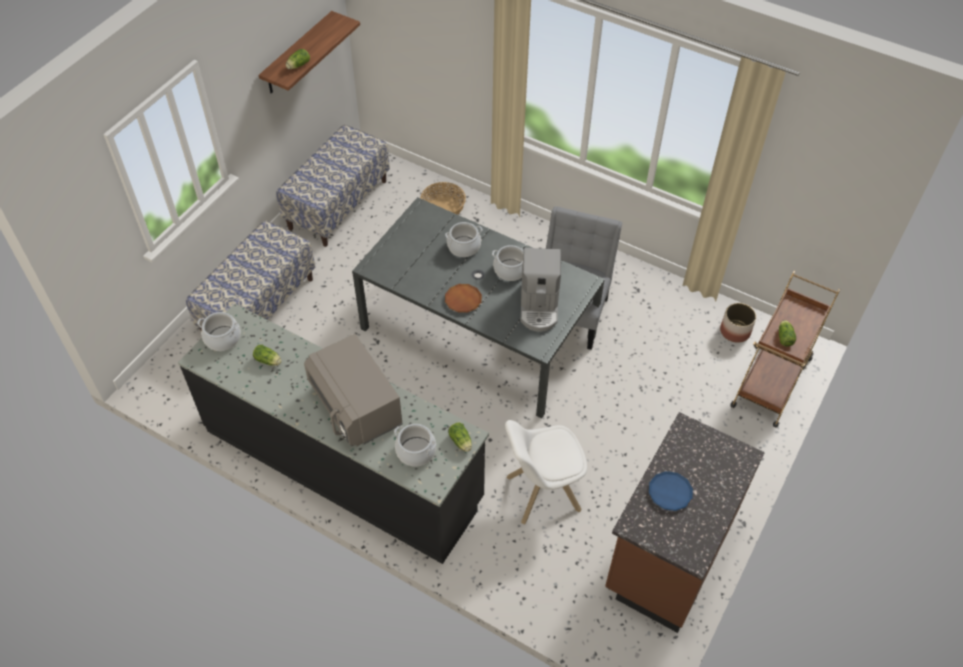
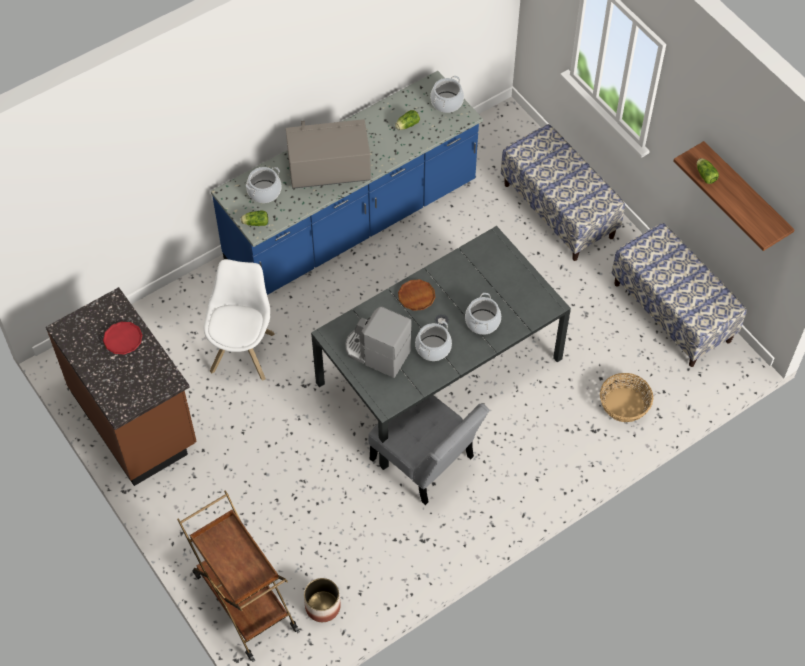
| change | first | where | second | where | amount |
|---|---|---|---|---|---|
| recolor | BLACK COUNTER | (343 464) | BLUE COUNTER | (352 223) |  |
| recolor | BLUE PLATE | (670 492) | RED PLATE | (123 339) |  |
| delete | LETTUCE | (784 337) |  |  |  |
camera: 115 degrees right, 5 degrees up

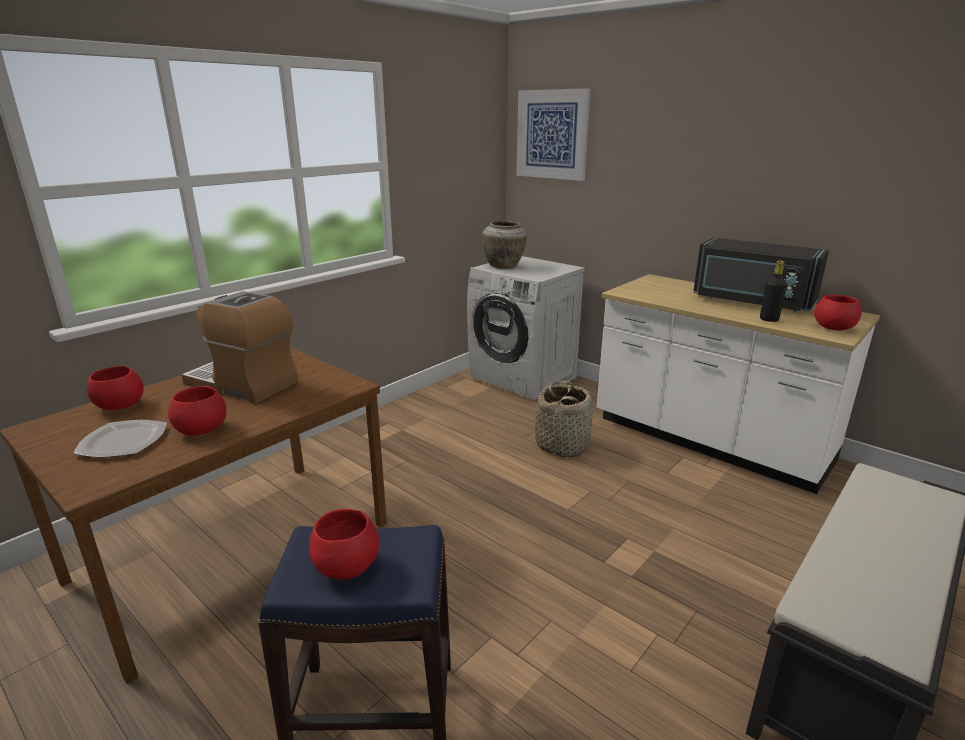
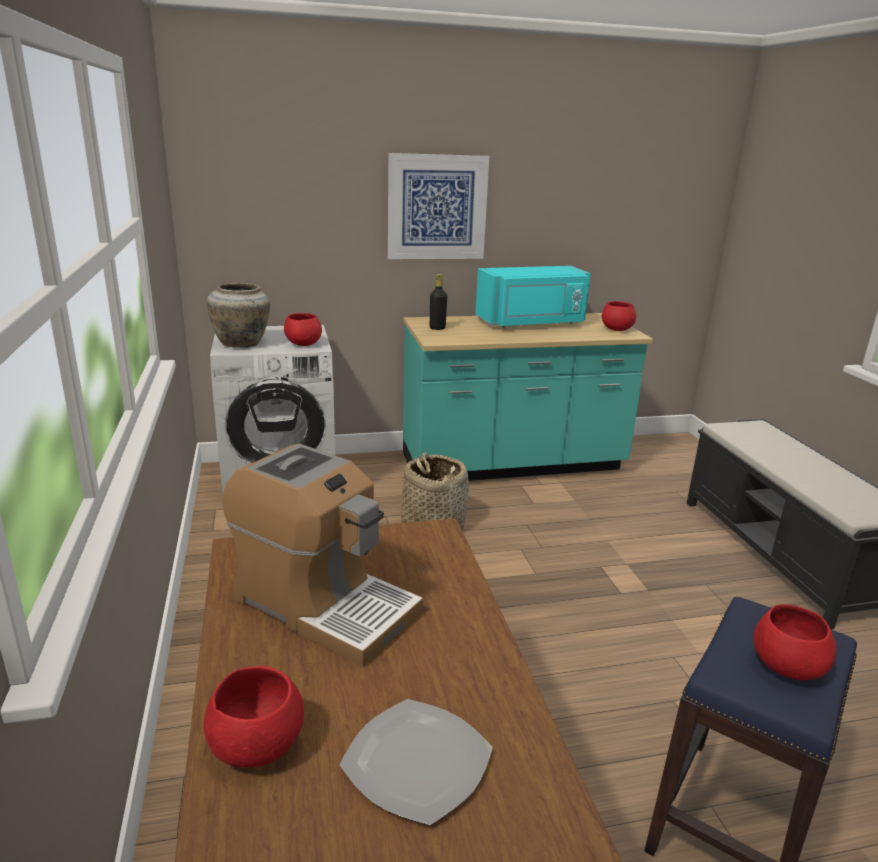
| change | first | where | second | where | amount |
|---|---|---|---|---|---|
| move | RED BOWL | (202 430) |  | (304 344) |  |
| rotate | COFFEE MACHINE | (243 384) |  | (324 605) | 120 degrees counterclockwise |
| move | PICTURE | (552 134) |  | (437 207) |  |
| recolor | WHITE COUNTER | (709 441) | TURQUOISE COUNTER | (512 464) |  |
| recolor | BLACK MICROWAVE | (751 302) | TURQUOISE MICROWAVE | (532 323) |  |
| move | BLACK BOTTLE | (769 319) |  | (437 328) |  |
camera: 55 degrees left, 0 degrees up

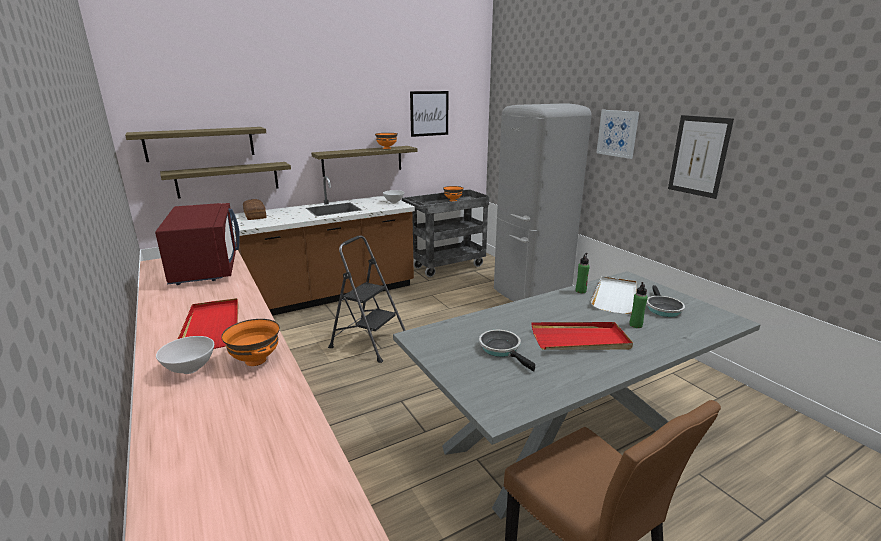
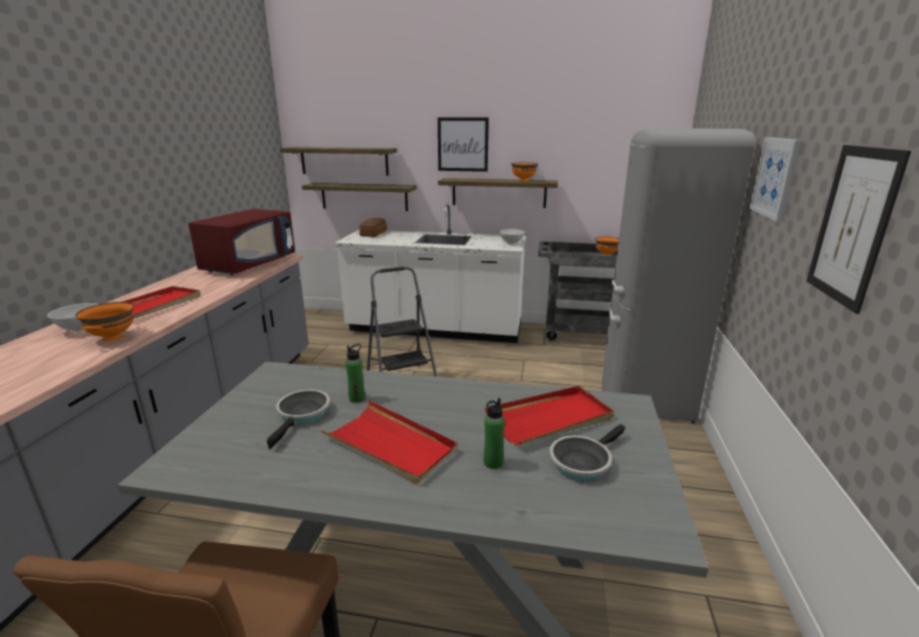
| change | first | where | second | where | amount |
|---|---|---|---|---|---|
| recolor | BROWN COUNTER | (331 295) | WHITE COUNTER | (435 329) |  |
| move | PICTURE | (429 113) |  | (463 144) |  |
| move | GREEN BOTTLE | (580 291) |  | (357 398) |  |
| recolor | WHITE TRAY | (615 297) | RED TRAY | (550 419) |  |
camera: 40 degrees right, 0 degrees up

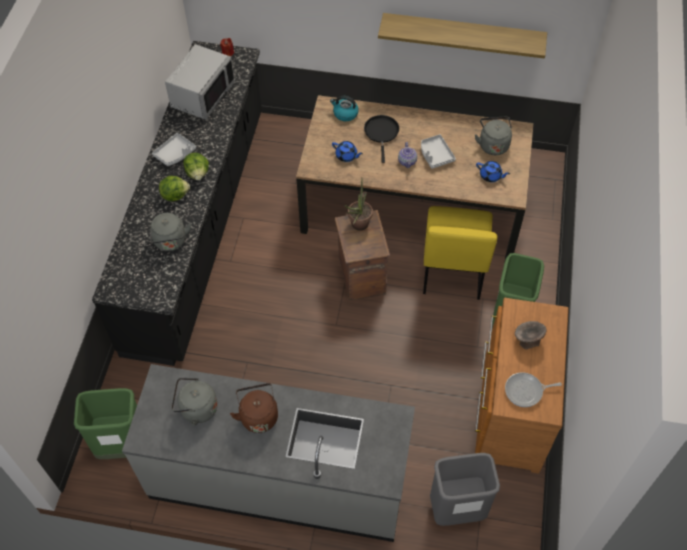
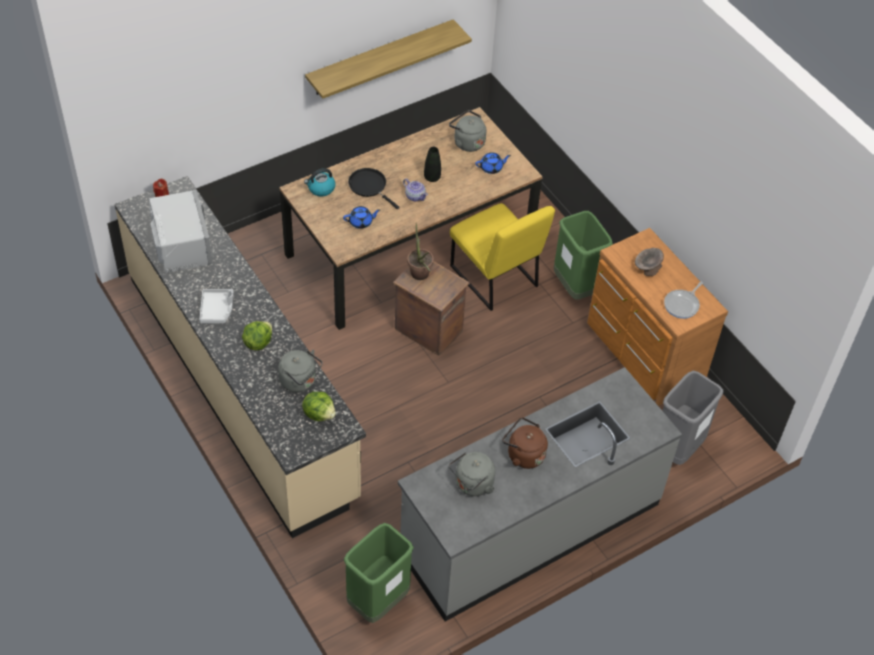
| change | first | where | second | where | amount |
|---|---|---|---|---|---|
| recolor | BLACK COUNTER | (198 227) | BEIGE COUNTER | (241 385) |  |
| move | LETTUCE | (197 173) |  | (319 414) |  |
| replace | GREY TRAY | (435 155) | BLACK VASE | (432 178) |  |
camera: 45 degrees left, 5 degrees down

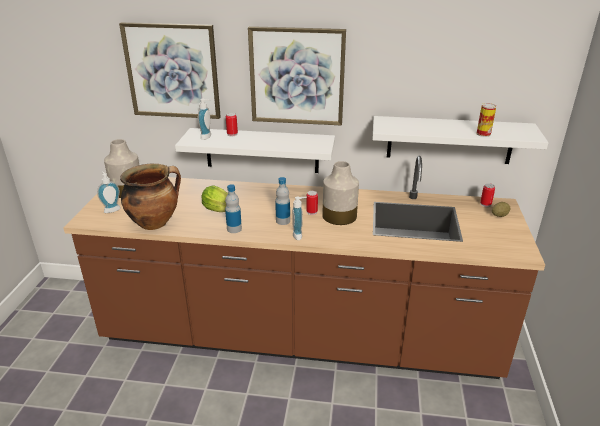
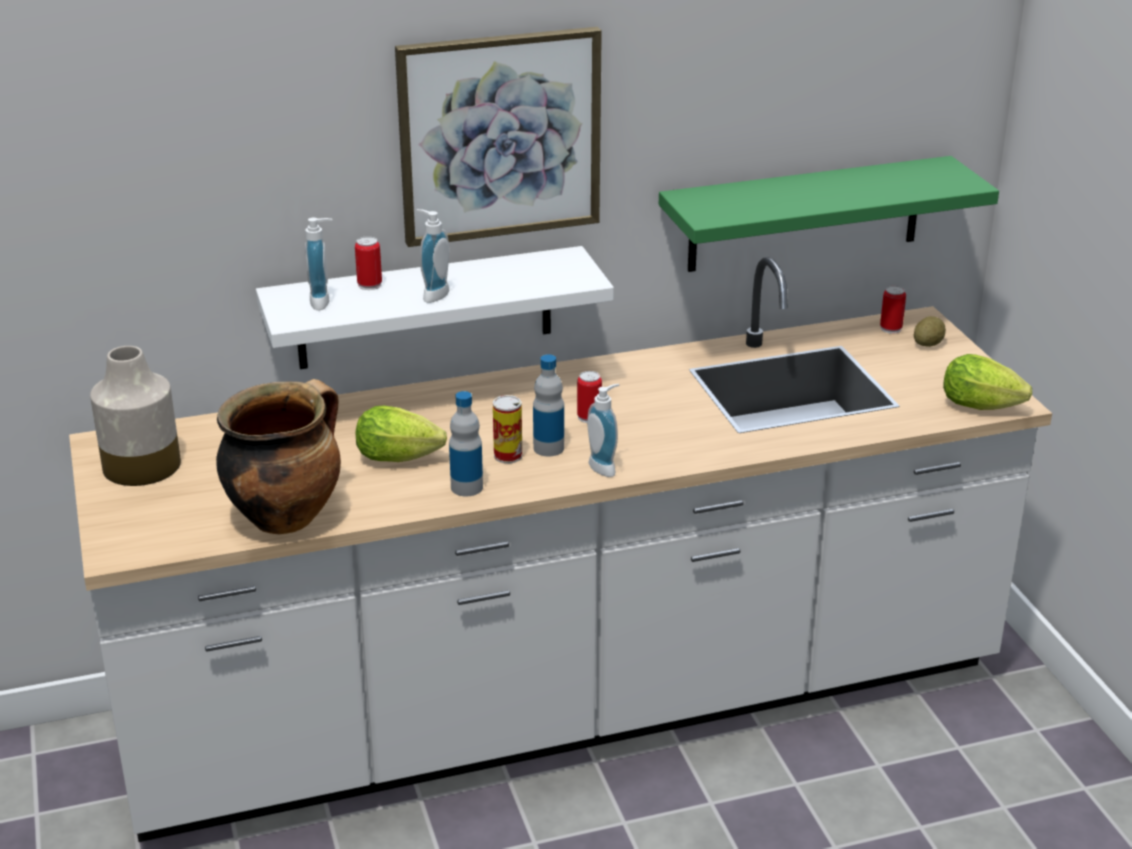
| change | first | where | second | where | amount |
|---|---|---|---|---|---|
| recolor | BROWN COUNTER | (300 336) | WHITE COUNTER | (565 704) |  |
| move | SOAP DISPENSER | (111 209) |  | (432 294) |  |
| delete | PICTURE | (172 71) |  |  |  |
| delete | BEIGE VASE | (339 216) |  |  |  |
| recolor | WHITE SHELF | (449 140) | GREEN SHELF | (805 214) |  |
| move | CAN | (483 134) |  | (508 455) |  |
| insert |  |  | LETTUCE | (985 407) |  |
camera: 25 degrees left, 0 degrees up

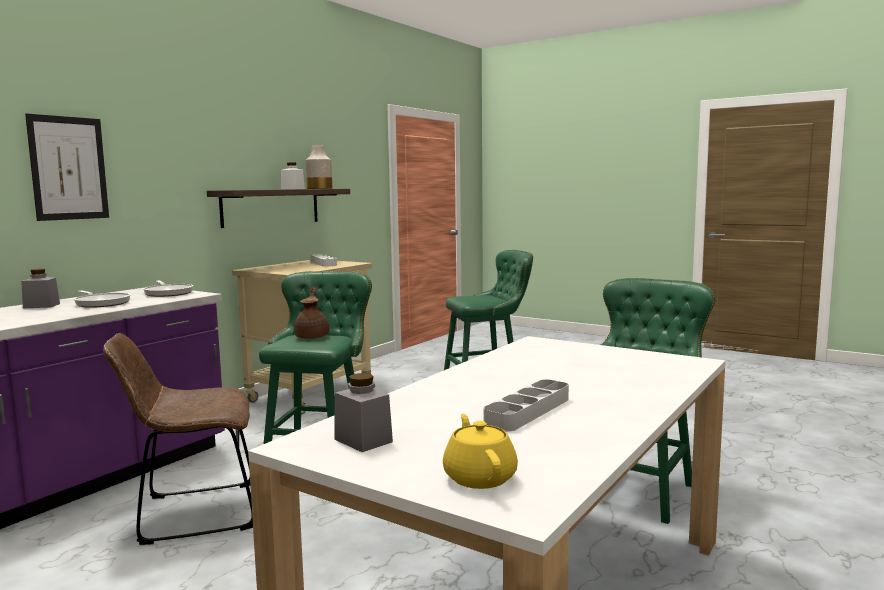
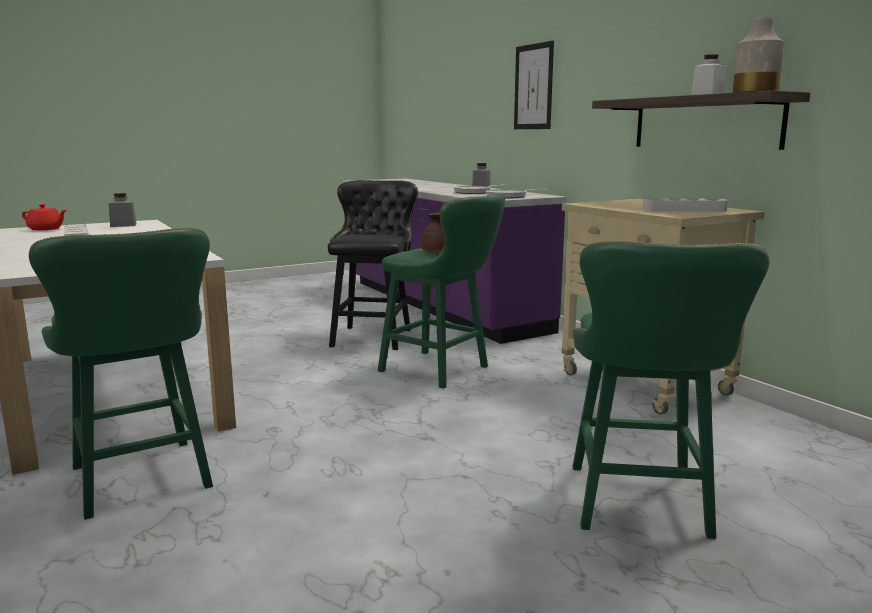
| change | first | where | second | where | amount |
|---|---|---|---|---|---|
| replace | BROWN CHAIR | (192 514) | BLACK STOOL | (374 334) |  |
| recolor | YELLOW TEAPOT | (480 477) | RED TEAPOT | (46 229) |  |
camera: 115 degrees right, 5 degrees up

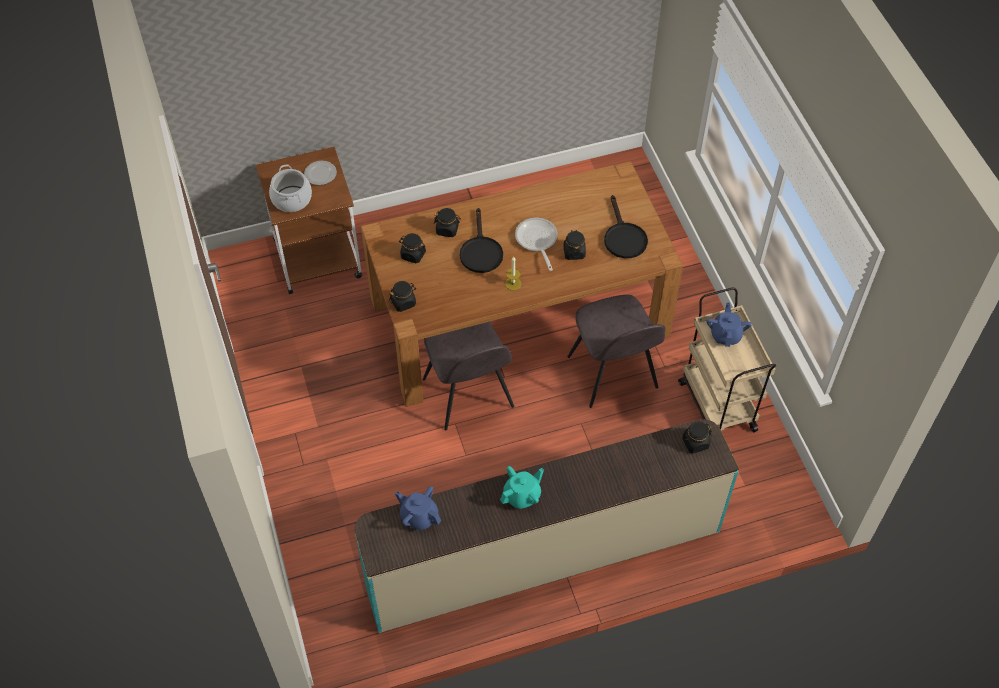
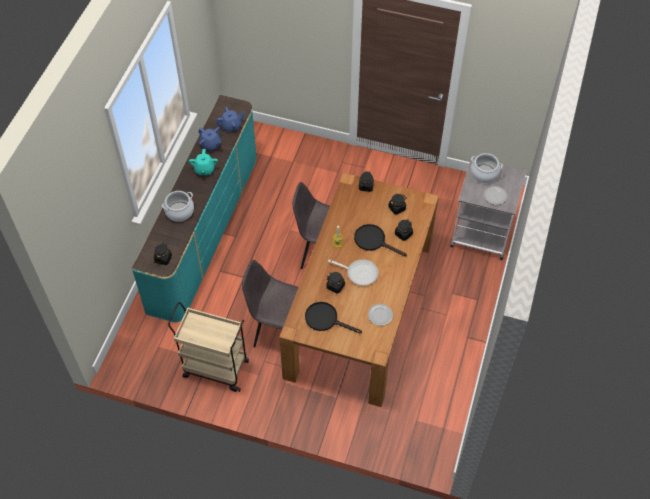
| change | first | where | second | where | amount |
|---|---|---|---|---|---|
| recolor | BROWN CART | (319 257) | GREY CART | (481 234) |  |
| move | BLUE TEAPOT | (726 335) |  | (211 145) |  |
| insert |  |  | COOKING POT | (179 211) |  |
| insert |  |  | PLATE | (380 315) |  |
camera: 125 degrees right, 0 degrees up

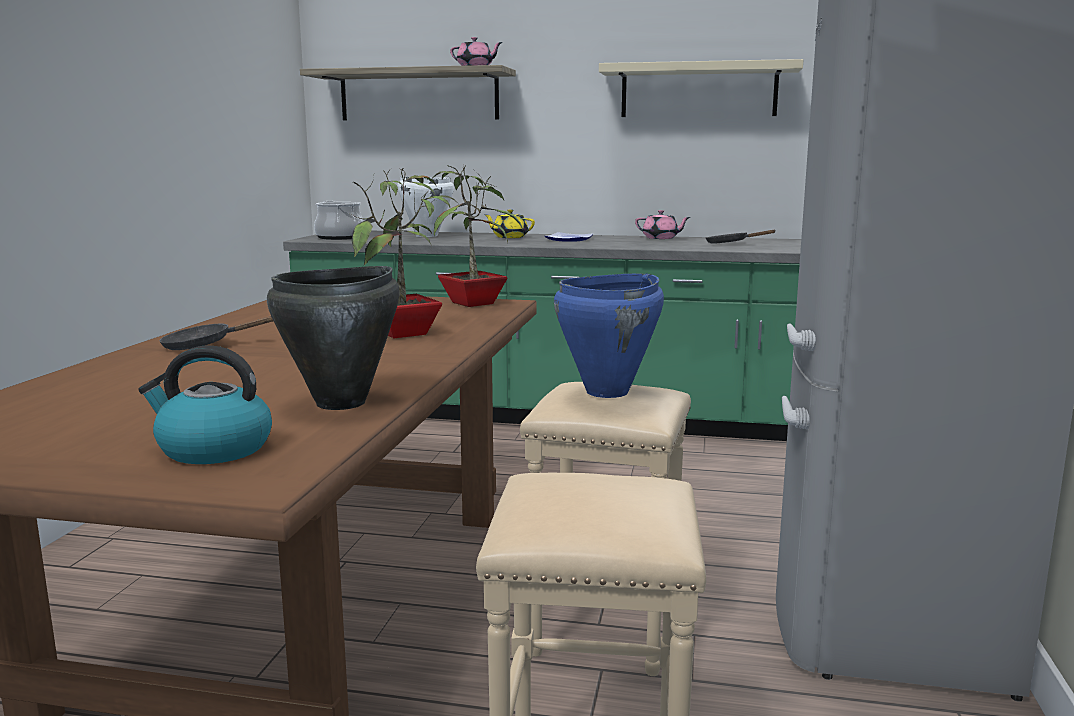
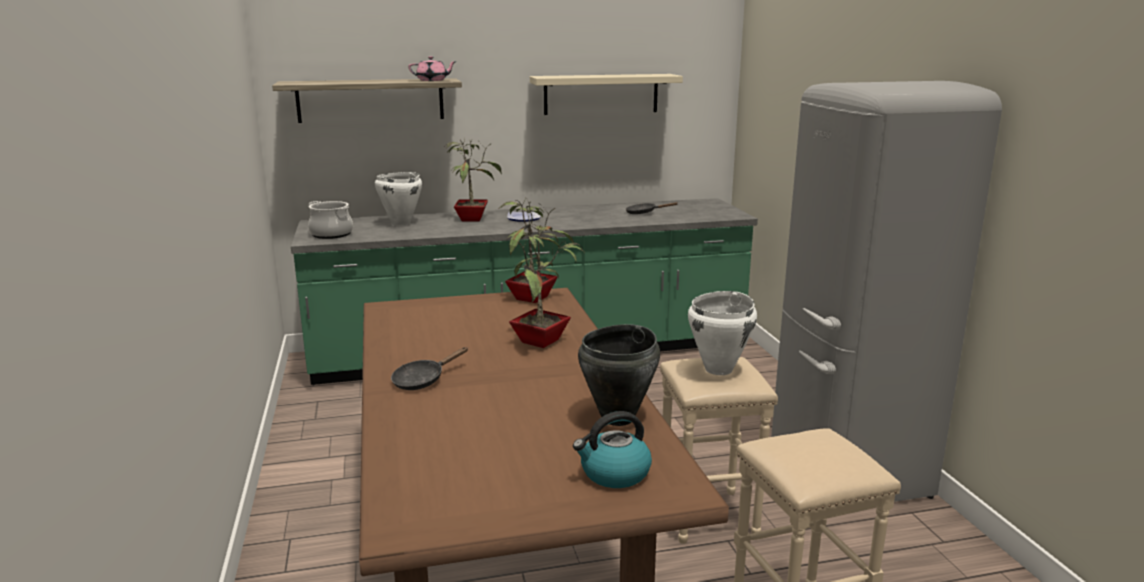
| change | first | where | second | where | amount |
|---|---|---|---|---|---|
| replace | YELLOW TEAPOT | (509 237) | POTTED PLANT | (472 219) |  |
| recolor | BLUE COOKING POT | (608 392) | WHITE COOKING POT | (719 369) |  |
| delete | PINK TEAPOT | (661 238) |  |  |  |
camera: 25 degrees left, 5 degrees up

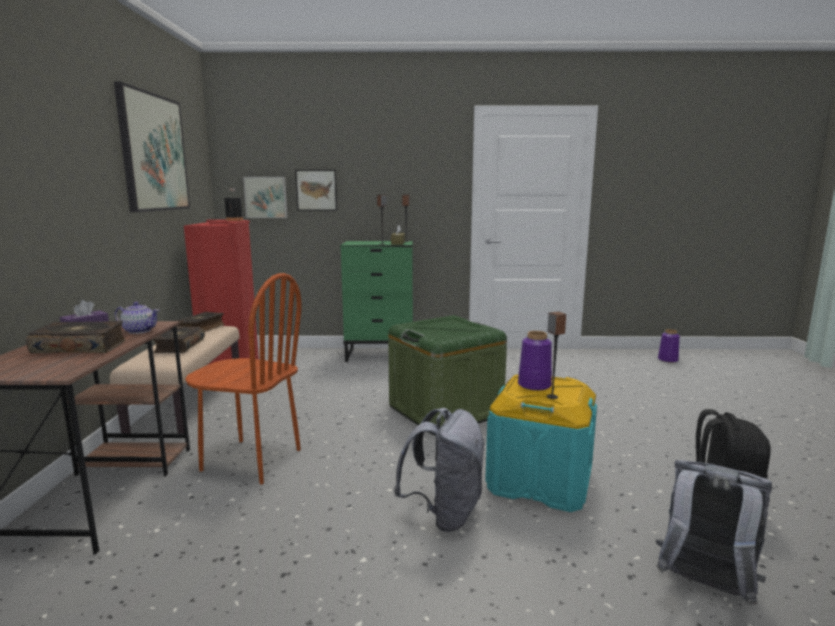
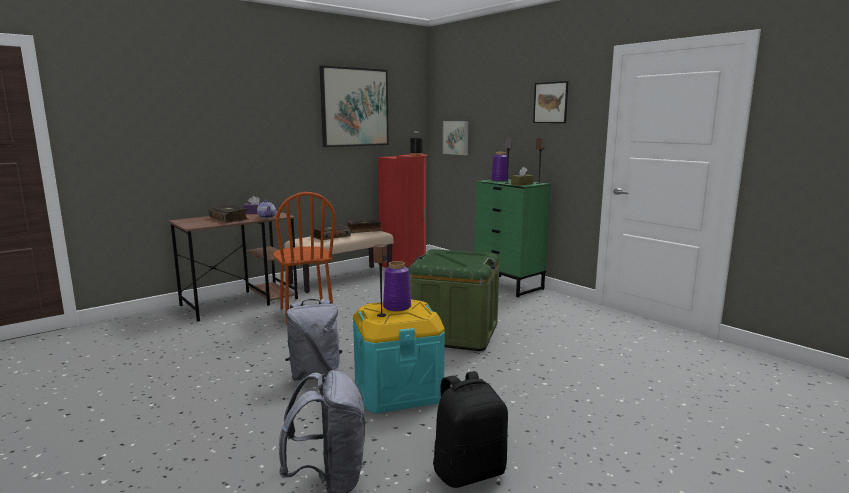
| change | first | where | second | where | amount |
|---|---|---|---|---|---|
| move | PICTURE | (316 190) |  | (550 102) |  |
| move | PURPLE VASE | (667 360) |  | (499 180) |  |
camera: 50 degrees right, 0 degrees up

